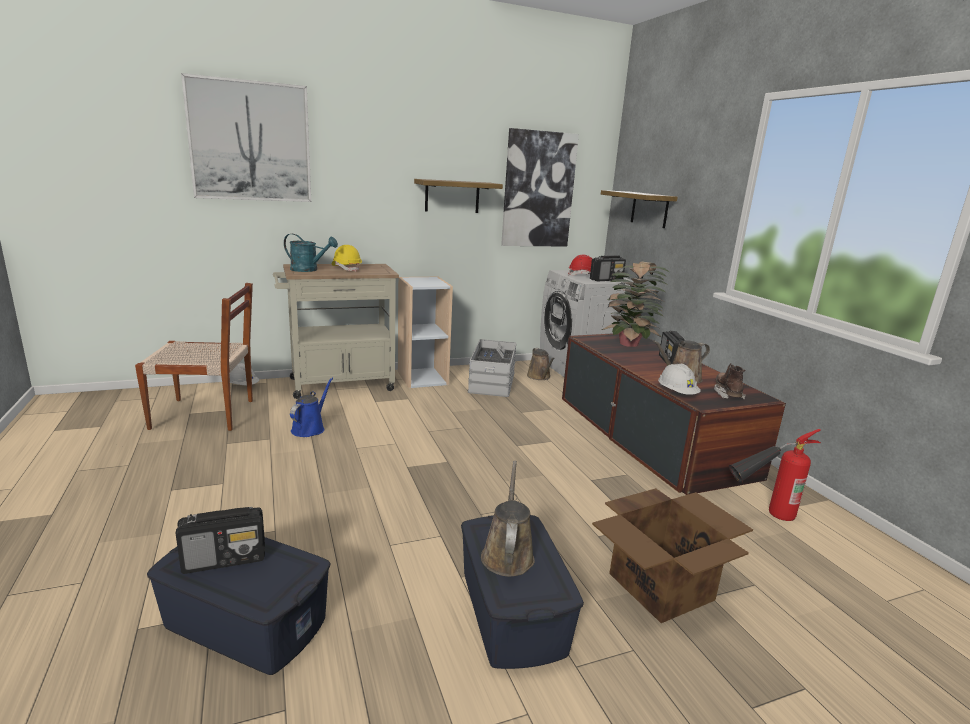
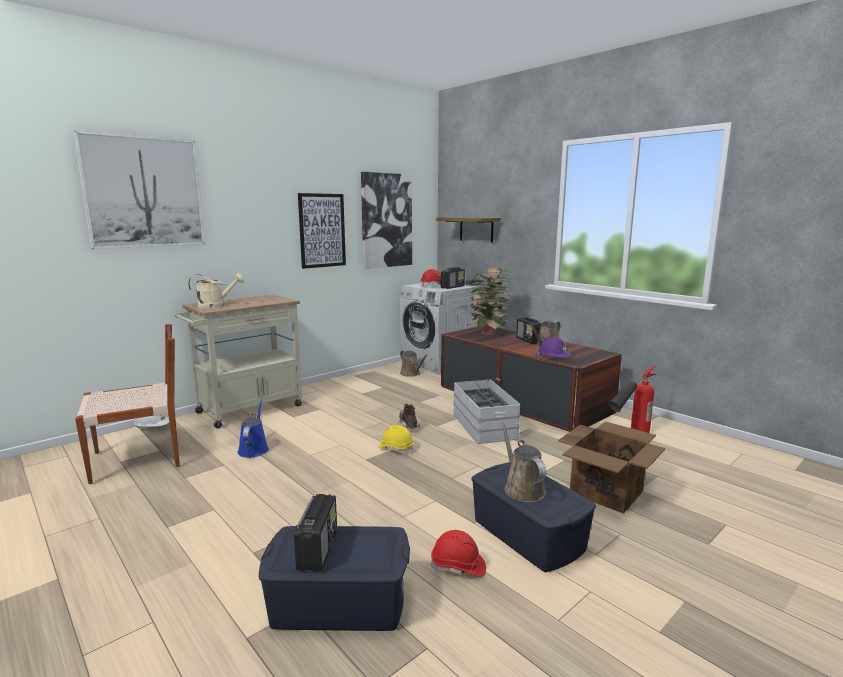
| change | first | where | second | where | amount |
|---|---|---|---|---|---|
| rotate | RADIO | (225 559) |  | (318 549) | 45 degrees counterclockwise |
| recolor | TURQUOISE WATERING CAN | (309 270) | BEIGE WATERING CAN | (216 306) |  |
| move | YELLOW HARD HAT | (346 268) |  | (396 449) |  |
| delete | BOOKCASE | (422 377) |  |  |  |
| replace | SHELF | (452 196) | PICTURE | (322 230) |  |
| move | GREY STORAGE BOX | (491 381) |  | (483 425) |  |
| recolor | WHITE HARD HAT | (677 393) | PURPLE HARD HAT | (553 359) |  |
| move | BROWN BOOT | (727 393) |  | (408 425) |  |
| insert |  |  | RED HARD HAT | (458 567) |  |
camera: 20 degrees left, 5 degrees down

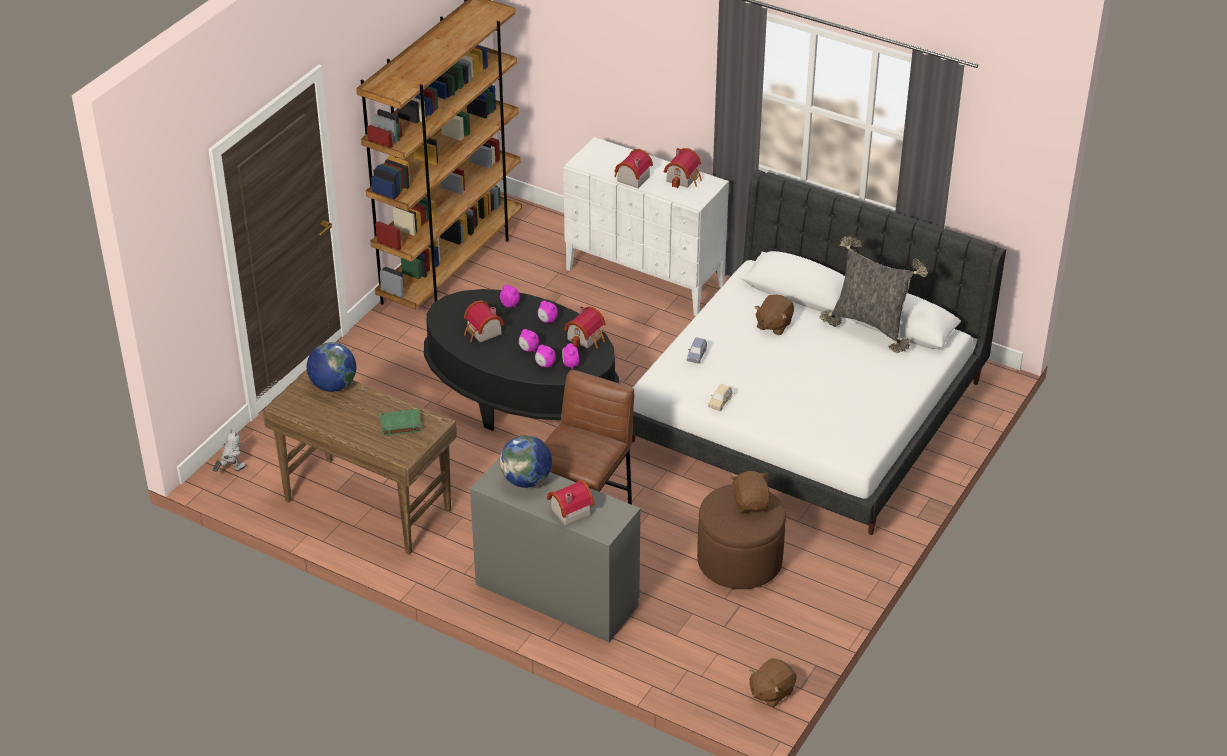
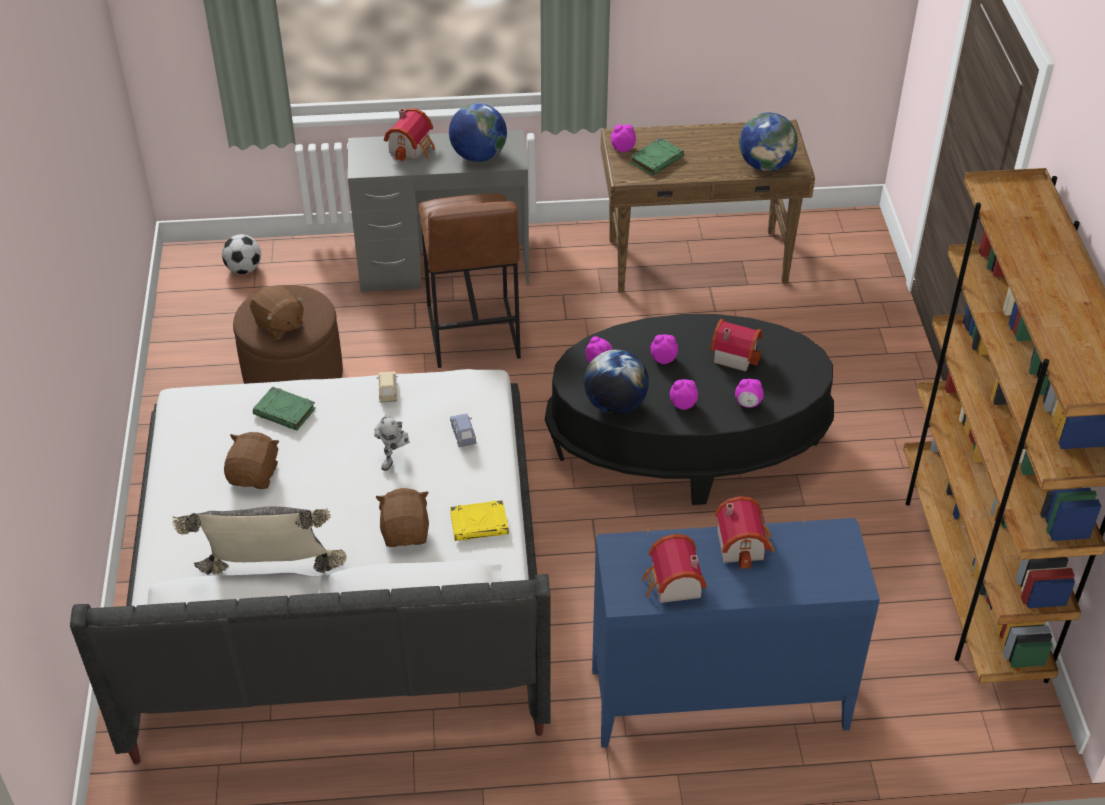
| change | first | where | second | where | amount |
|---|---|---|---|---|---|
| move | TOY ROBOT | (231 471) |  | (395 457) |  |
| move | ALARM CLOCK | (545 365) |  | (623 148) |  |
| recolor | WHITE DRESSER | (644 279) | BLUE DRESSER | (716 696) |  |
| replace | TOY HOUSE | (587 338) | GLOBE | (615 405) |  |
| move | BROWN PLUSH TOY | (771 692) |  | (254 475) |  |
| insert |  |  | FOOTBALL | (244 269) |  |
| insert |  |  | GREEN BOOK | (285 412) |  |
| insert |  |  | YELLOW BOOK | (480 524) |  |
camera: 145 degrees right, 5 degrees up

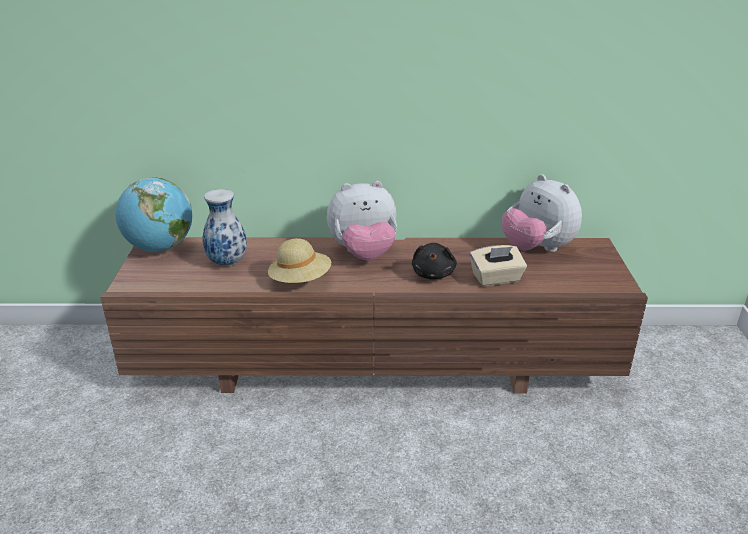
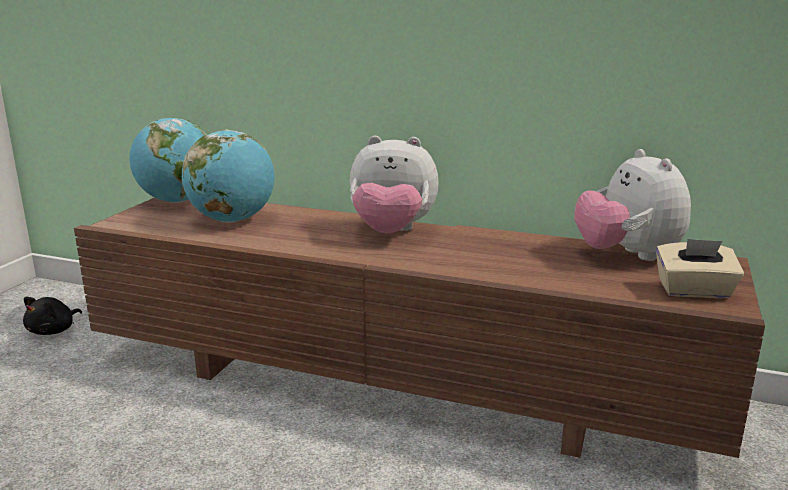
| change | first | where | second | where | amount |
|---|---|---|---|---|---|
| replace | VASE | (228 262) | GLOBE | (232 220) |  |
| delete | BEIGE HAT | (300 280) |  |  |  |
| move | BLACK PLUSH TOY | (433 274) |  | (53 331) |  |
| move | BEIGE TISSUE BOX | (496 279) |  | (694 291) |  |
camera: 20 degrees right, 10 degrees down

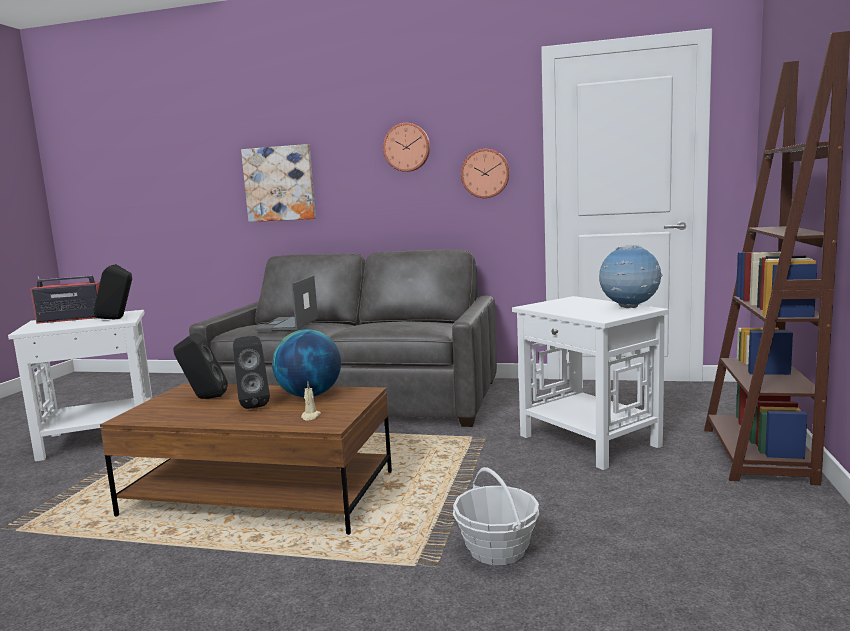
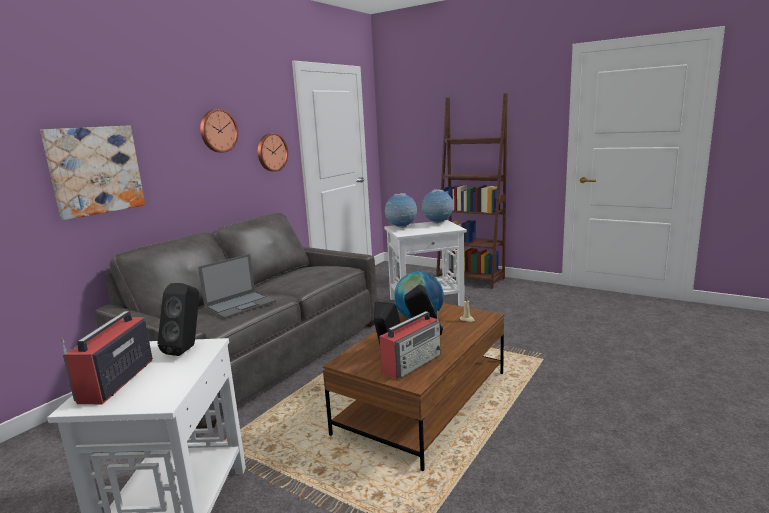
| change | first | where | second | where | amount |
|---|---|---|---|---|---|
| rotate | LAPTOP | (288 324) |  | (241 304) | 75 degrees counterclockwise |
| delete | BASKET | (497 549) |  |  |  |
| insert |  |  | RADIO | (412 363) |  |
| insert |  |  | GLOBE | (401 228) |  |
camera: 70 degrees left, 5 degrees up

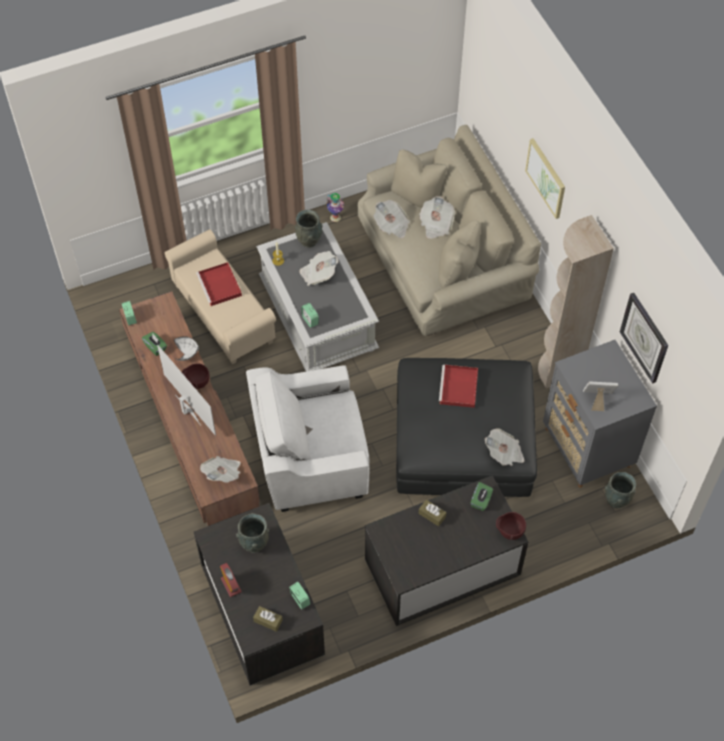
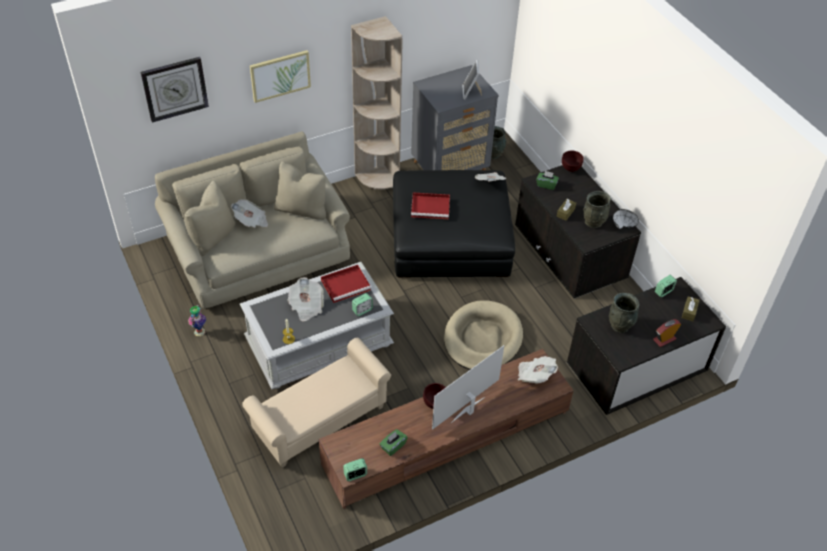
| change | first | where | second | where | amount |
|---|---|---|---|---|---|
| move | WHITE BOWL | (187 353) |  | (622 224) |  |
| move | RED TRAY | (220 286) |  | (346 284) |  |
| replace | WHITE ARMCHAIR | (311 458) | BEIGE DOG BED | (482 339) |  |
| move | GREY VASE | (309 240) |  | (593 222) |  |
| delete | NEWSPAPER | (392 225) |  |  |  |
| move | WALL CLOCK | (645 337) |  | (175 88) |  |
camera: 95 degrees left, 10 degrees down

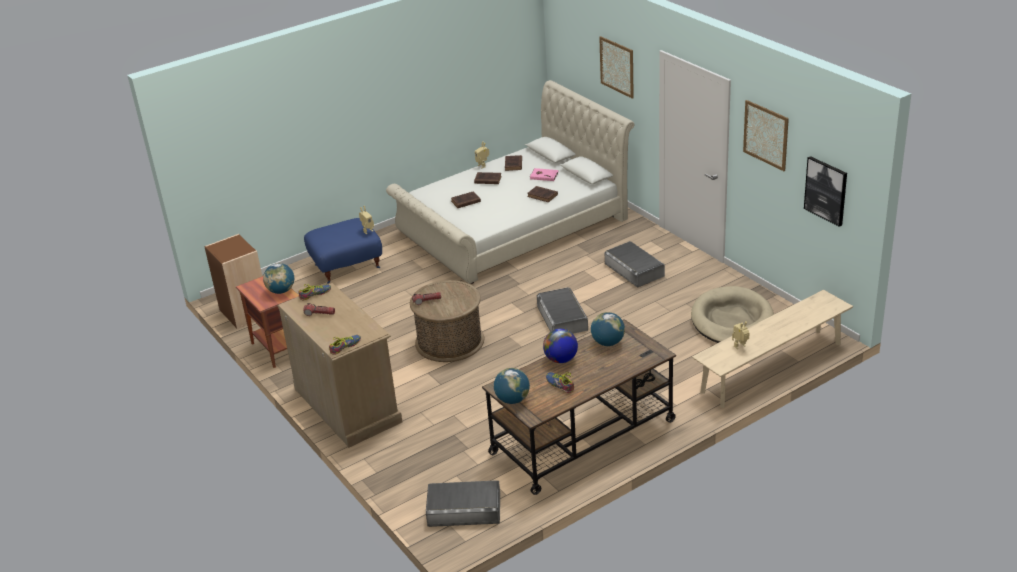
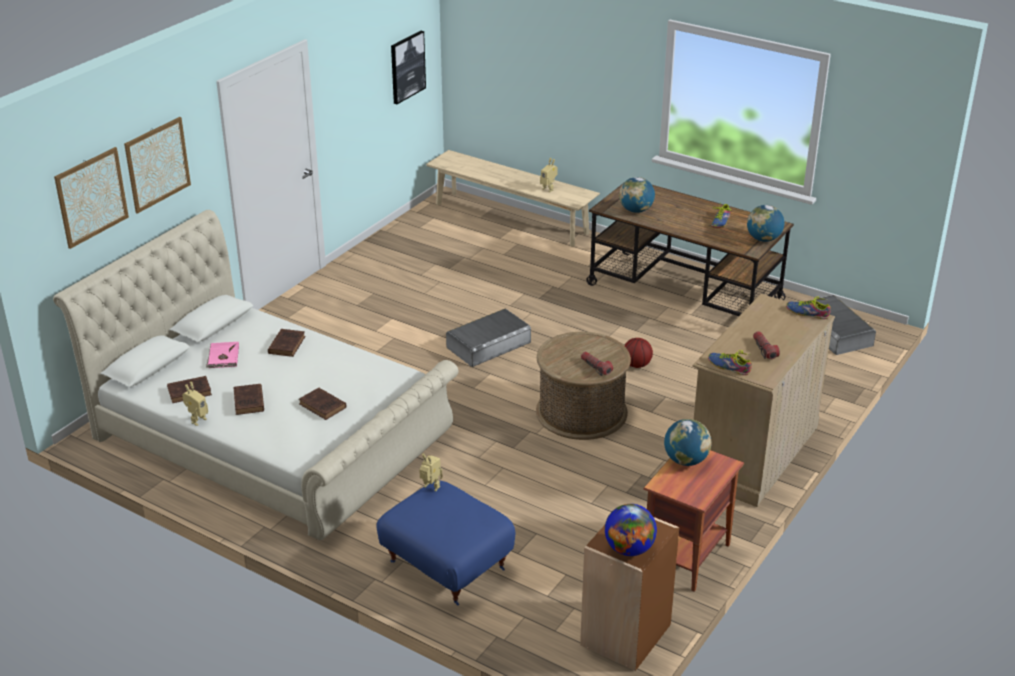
| change | first | where | second | where | amount |
|---|---|---|---|---|---|
| move | GLOBE | (561 359) |  | (629 549) |  |
| delete | GREY STORAGE BOX | (634 269) |  |  |  |
| delete | BEIGE DOG BED | (732 320) |  |  |  |
| move | PICTURE | (766 134) |  | (91 196) |  |
| insert |  |  | BASKETBALL | (636 365) |  |
camera: 115 degrees left, 0 degrees up

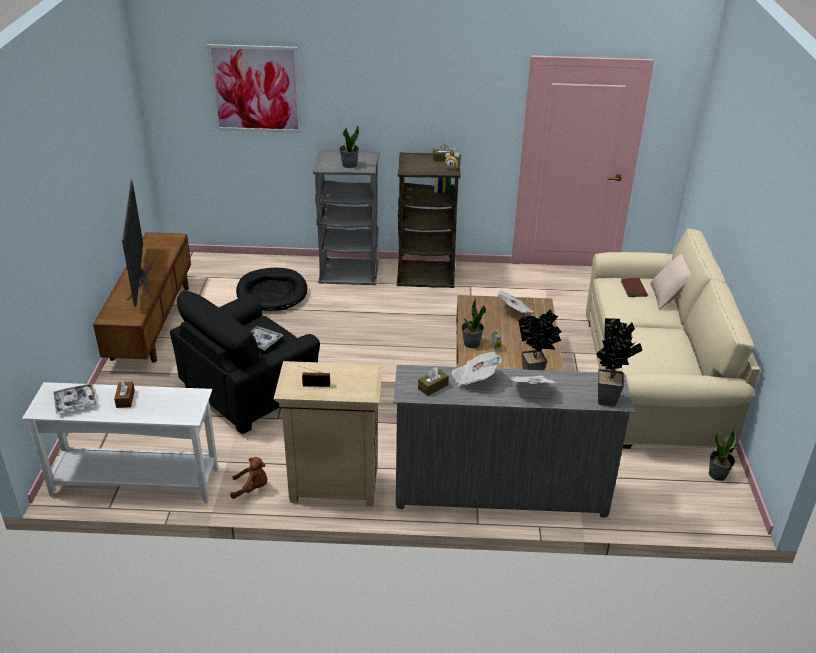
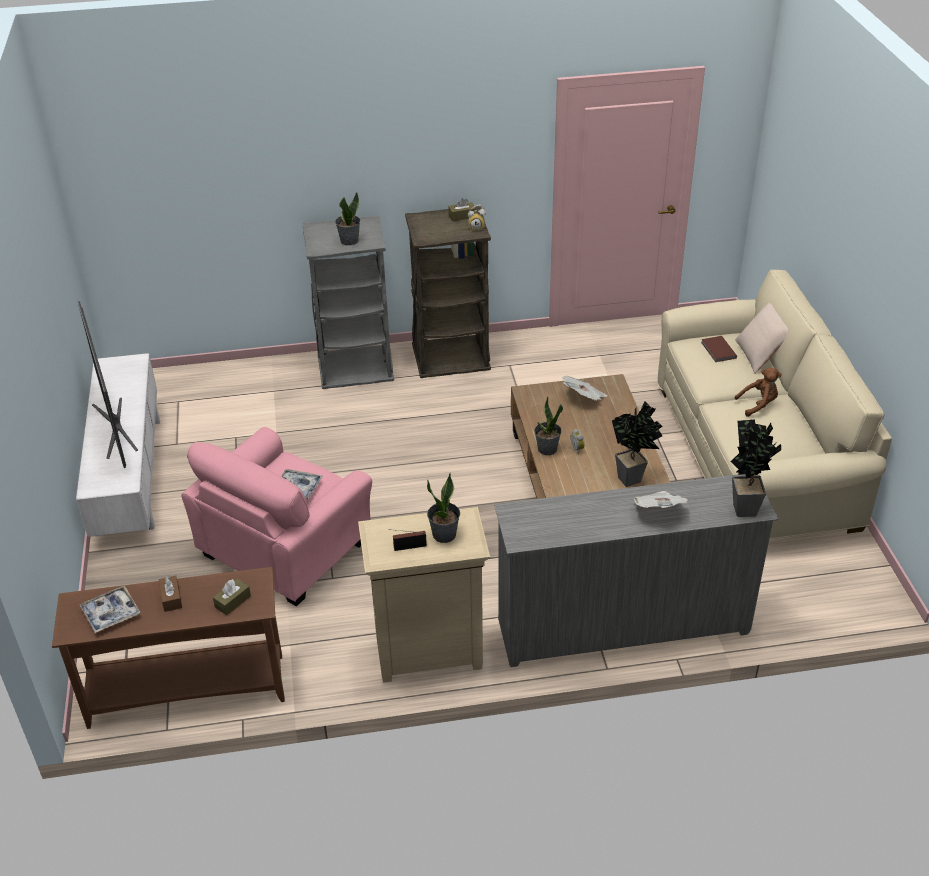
| change | first | where | second | where | amount |
|---|---|---|---|---|---|
| recolor | WHITE CONSOLE TABLE | (134 482) | BROWN CONSOLE TABLE | (186 691) |  |
| recolor | BROWN TV STAND | (150 321) | WHITE TV STAND | (127 474) |  |
| recolor | BLACK ARMCHAIR | (250 391) | PINK ARMCHAIR | (286 547) |  |
| delete | PICTURE | (255 89) |  |  |  |
| move | BROWN PLUSH TOY | (252 488) |  | (758 404) |  |
| delete | BLACK DOG BED | (272 293) |  |  |  |
| move | BROWN TISSUE BOX | (433 387) |  | (233 601) |  |
| delete | NEWSPAPER | (474 378) |  |  |  |
| move | POTTED PLANT | (717 474) |  | (444 535) |  |
camera: 10 degrees left, 5 degrees up

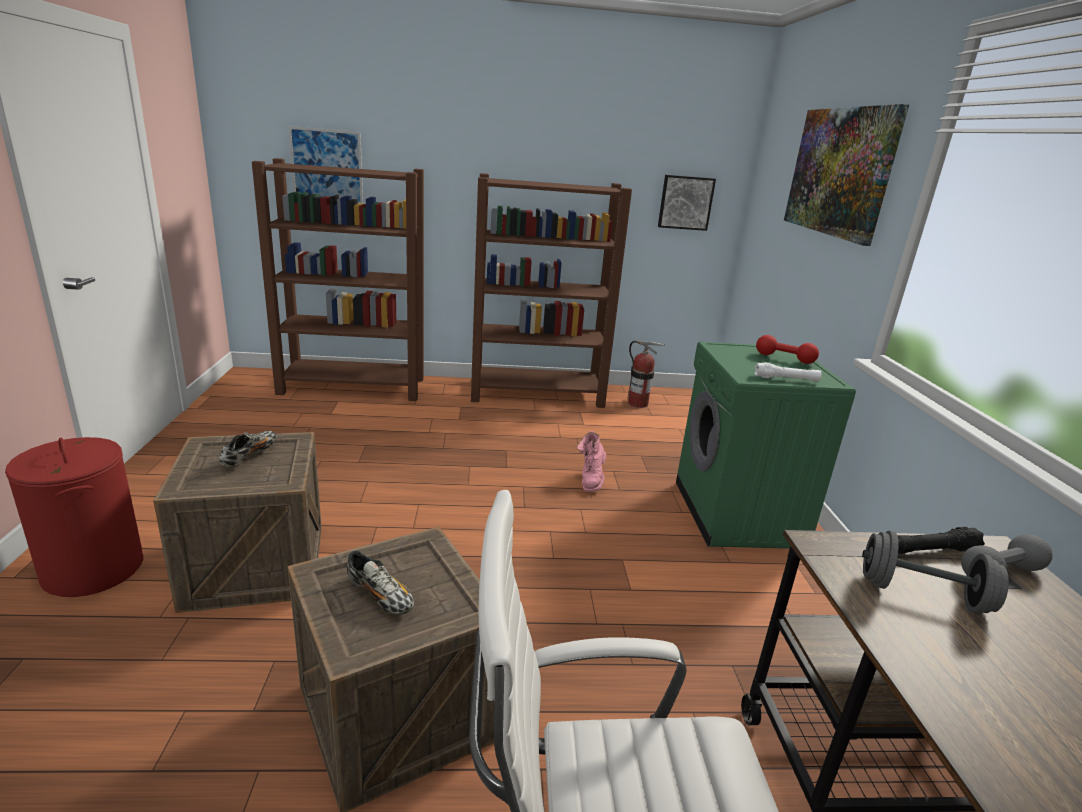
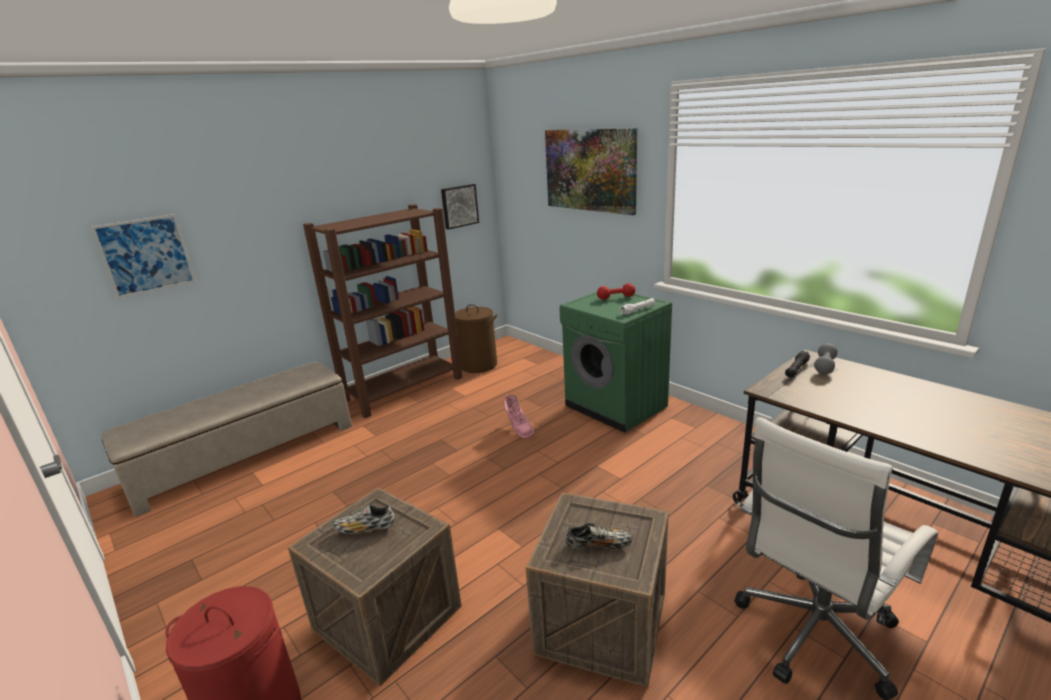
| change | first | where | second | where | amount |
|---|---|---|---|---|---|
| rotate | SHOE | (249 455) |  | (365 528) | 75 degrees counterclockwise |
| replace | BROWN BOOKCASE | (353 386) | BEIGE BENCH | (246 454) |  |
| replace | FIRE EXTINGUISHER | (638 403) | BROWN LAUNDRY BASKET | (478 365) |  |
| delete | GREY DUMBBELL | (922 594) |  |  |  |
camera: 35 degrees left, 0 degrees up

